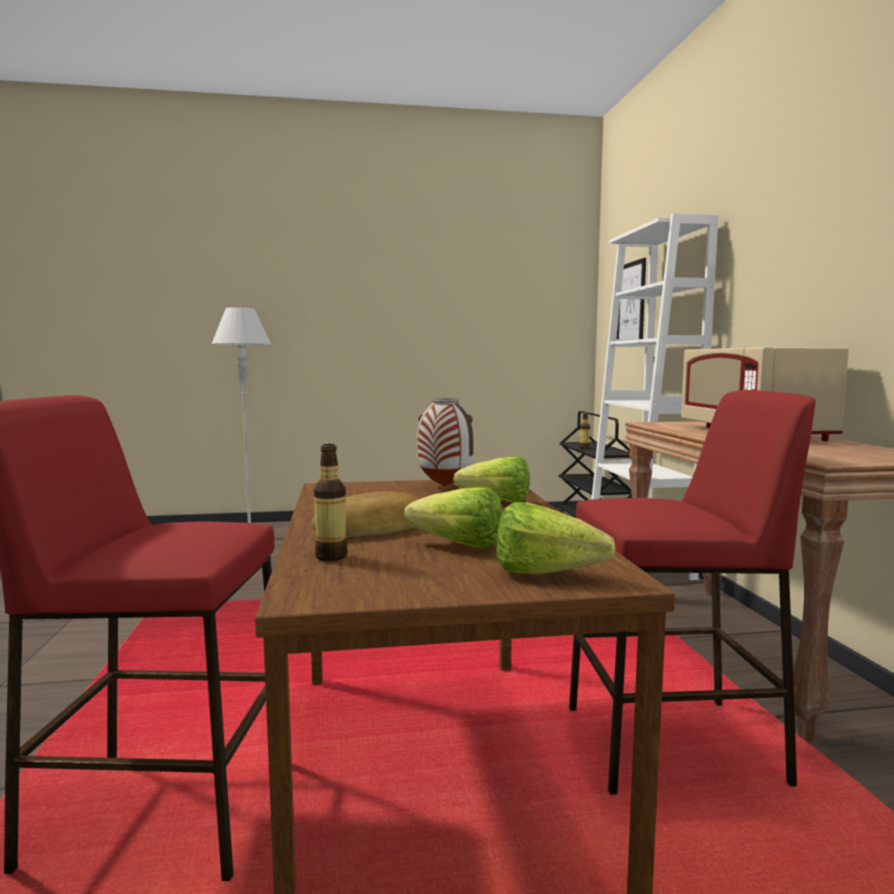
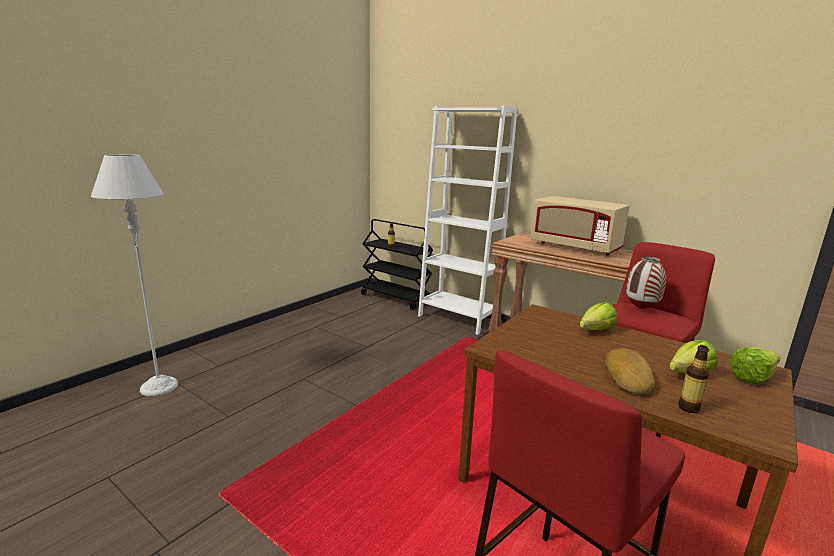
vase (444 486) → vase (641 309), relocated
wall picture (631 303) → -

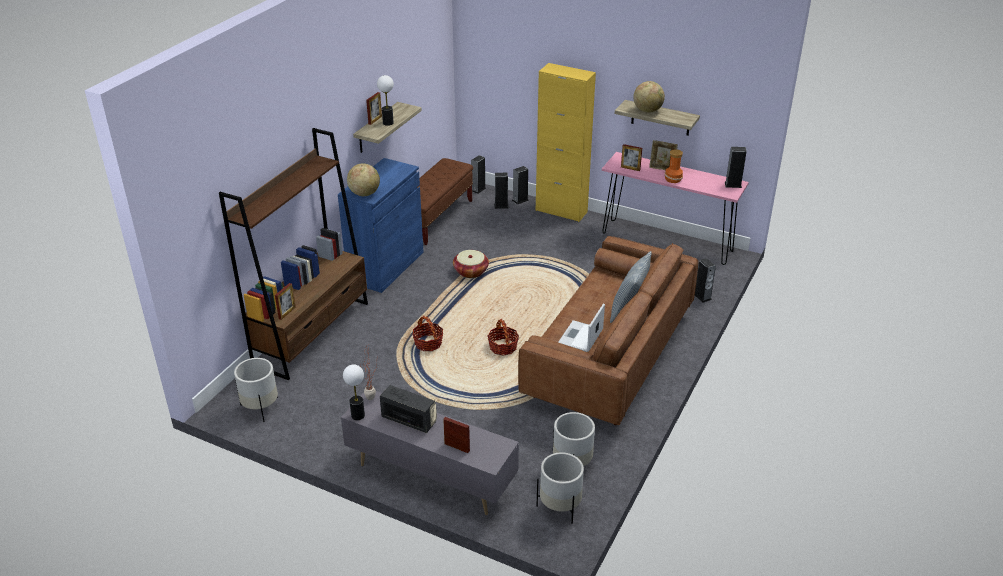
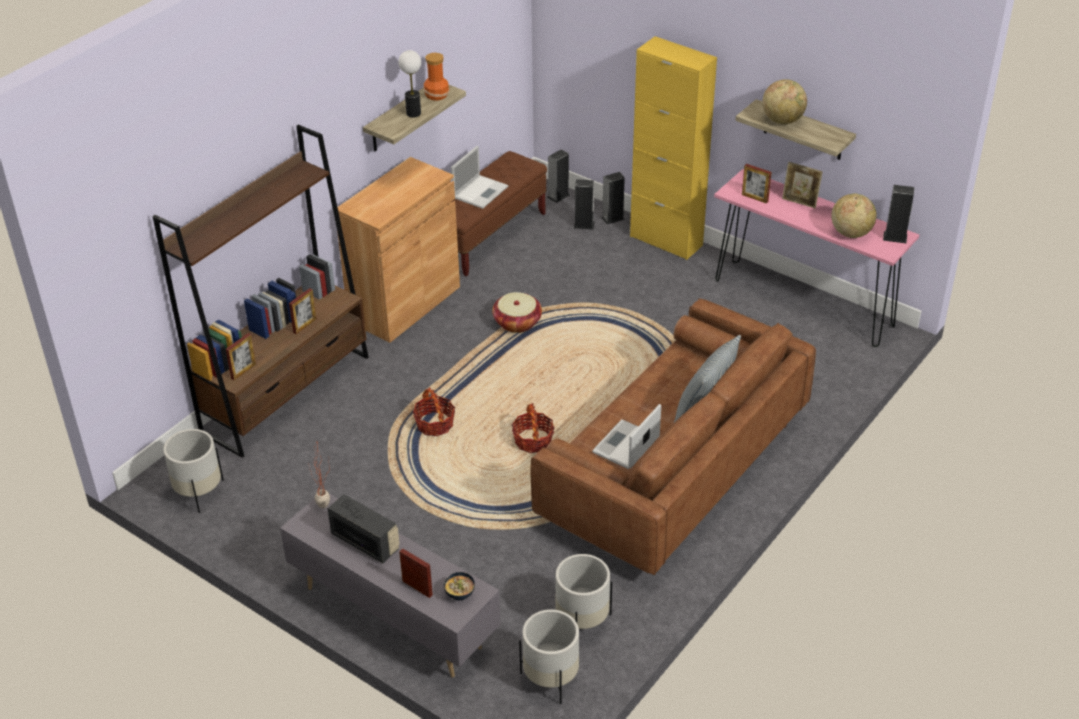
picture frame (375 120) → picture frame (305 325), relocated
blue storage cabinet (386 267) → brown storage cabinet (404 304)
vase (672 179) → vase (436 95), relocated
- → bowl (460 594)
- → notebook computer (480 191)
world globe (364 193) → world globe (851 233), relocated
table lamp (358 415) → -
speaker (702 296) → -

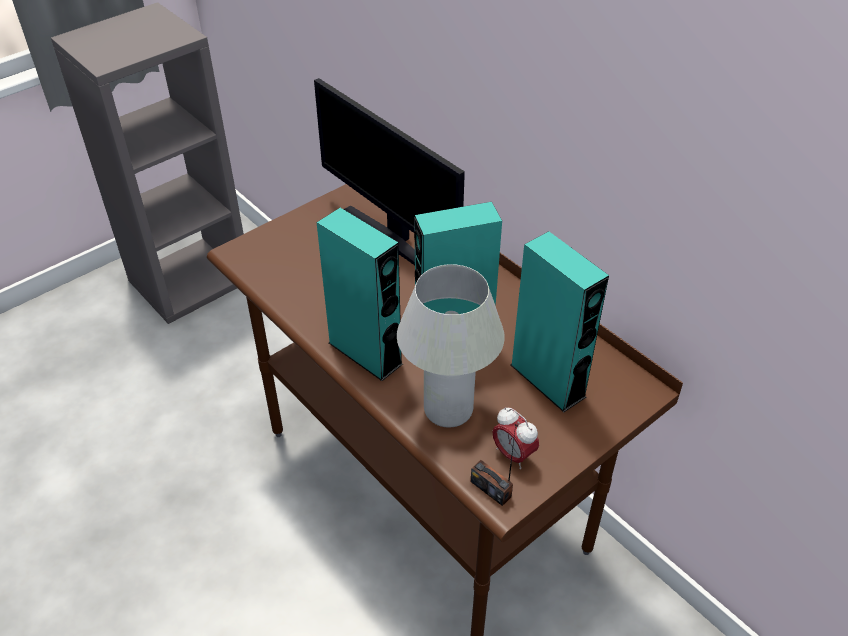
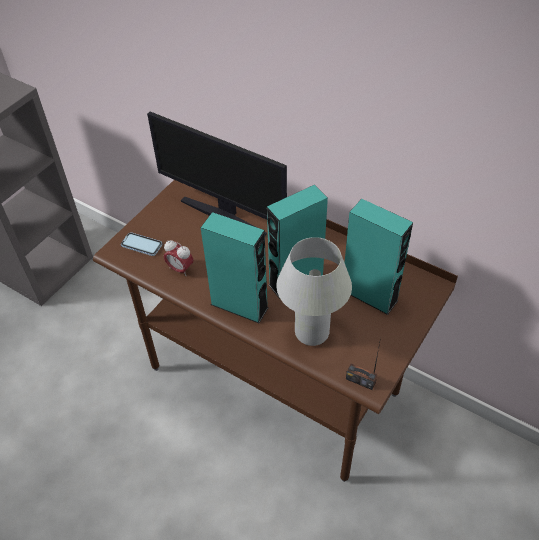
- → phone (141 245)
bedside clock (513 455) → bedside clock (180 269), relocated

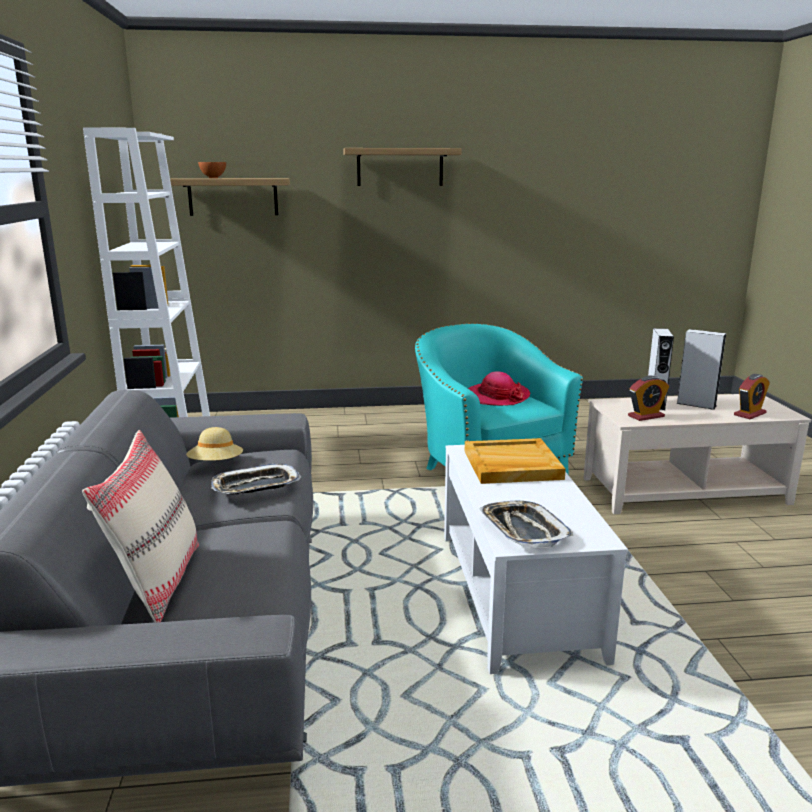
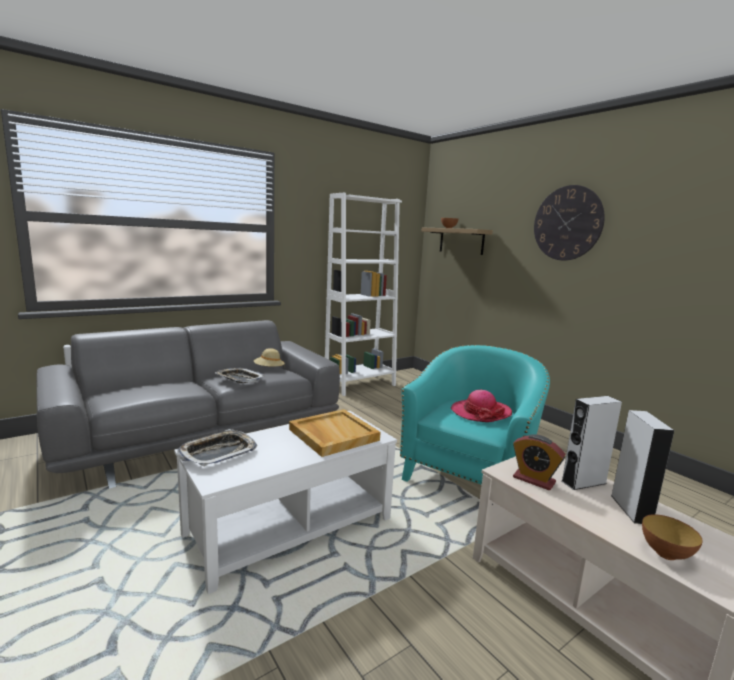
shelf (400 167) → hanging clock (567 223)
bedside clock (750 414) → bowl (665 554)
beige pillow (156 581) → -

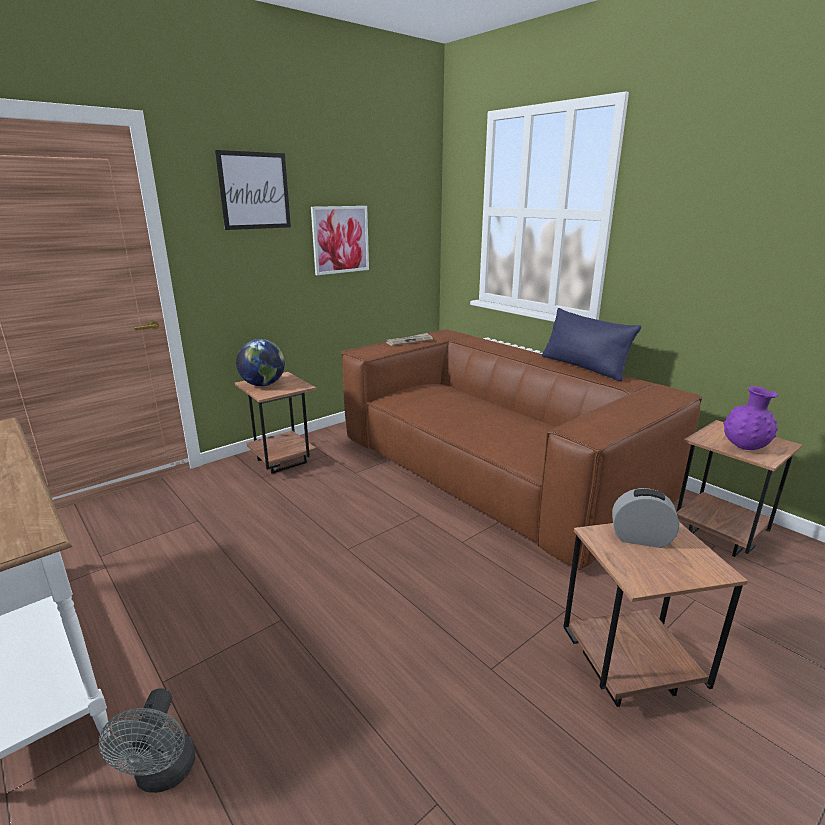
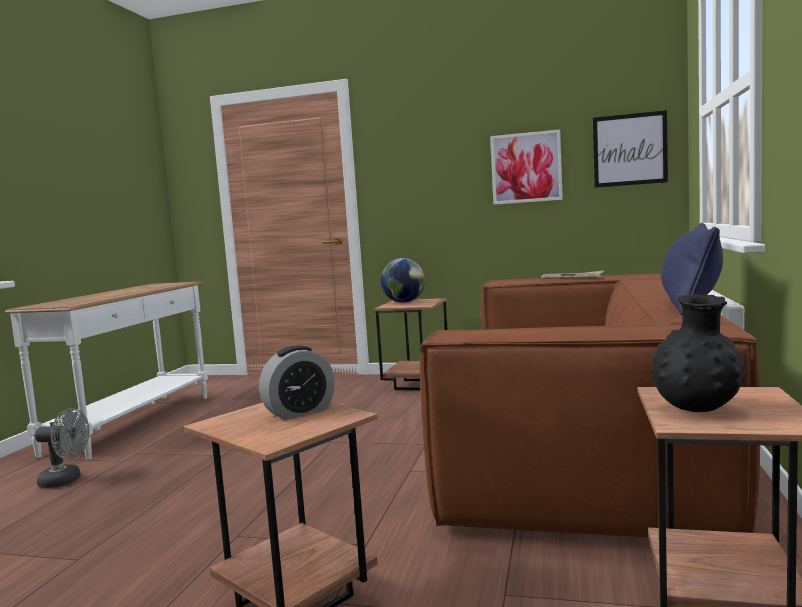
grey cooling fan (163 776) → grey cooling fan (66 481), 135 degrees counterclockwise
bedside clock (640 539) → bedside clock (299 412), 75 degrees clockwise
wall picture (254 191) → wall picture (629 149), relocated
purple-coloured vase (744 447) → blackish vase (696 410)

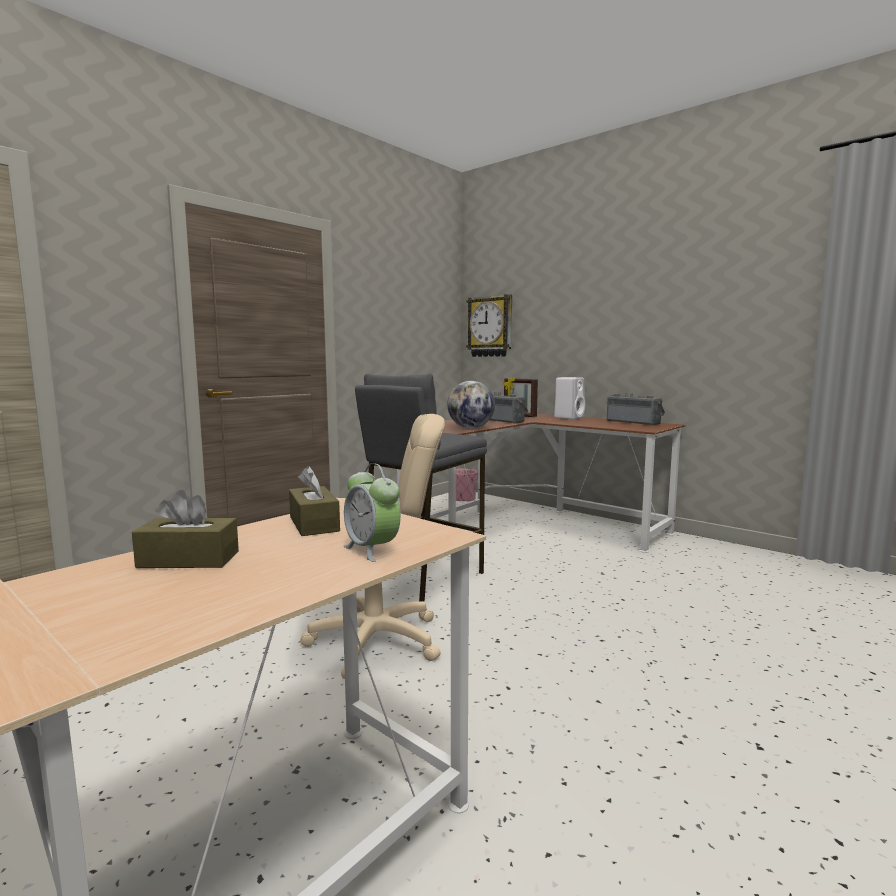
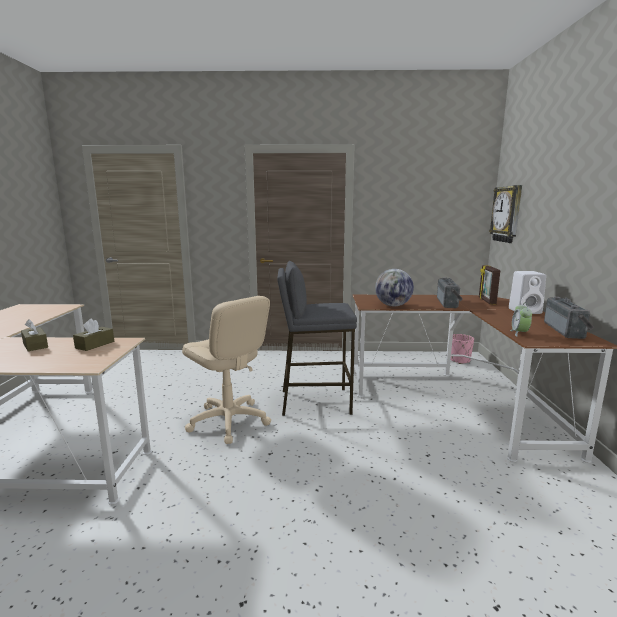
bedside clock (372 550) → bedside clock (519 333), relocated

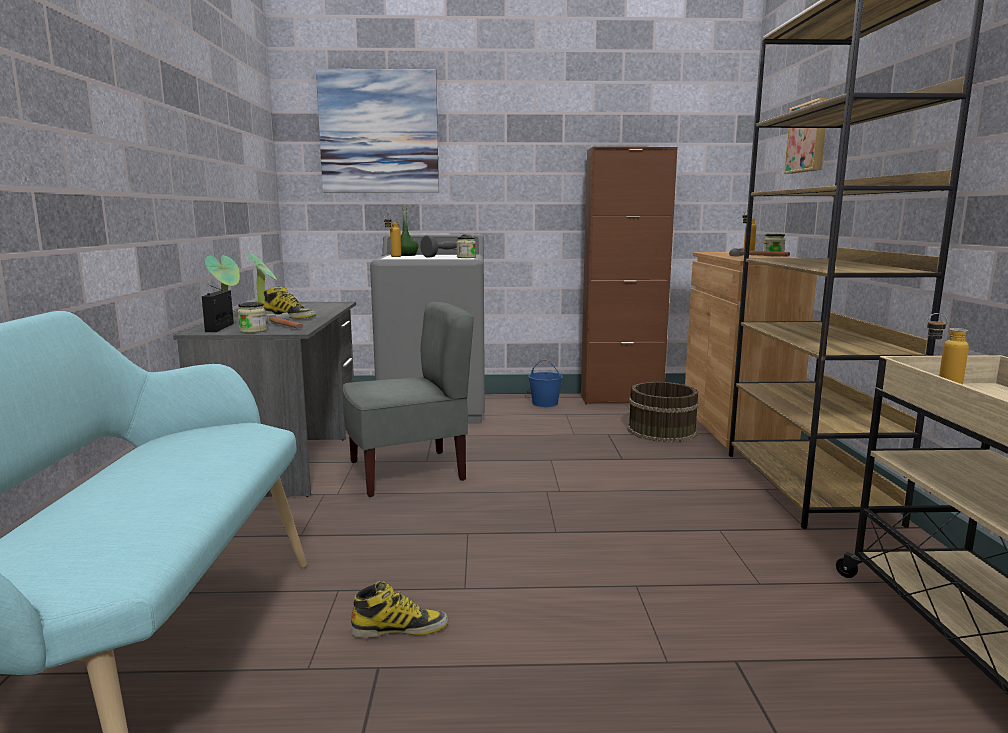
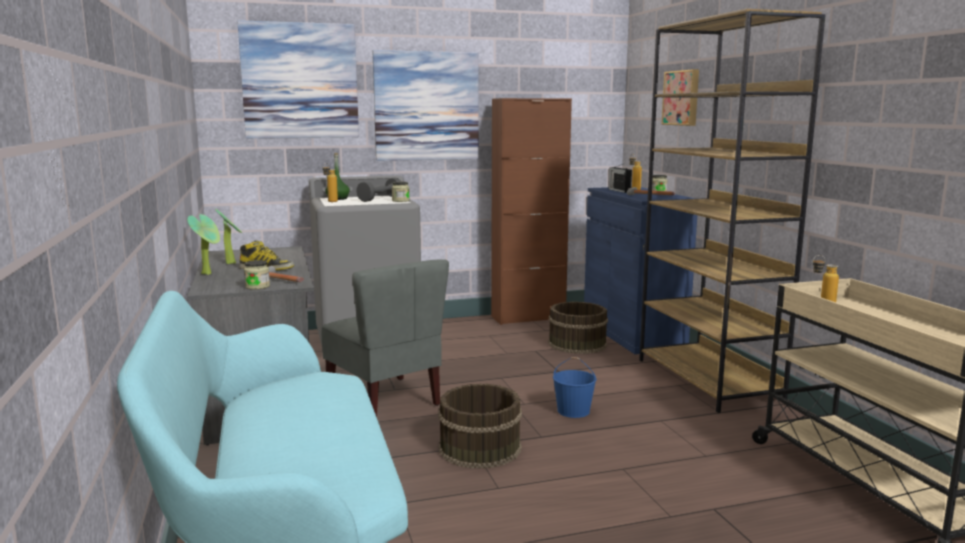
grey plain chair (407 472) → grey plain chair (385 401), 90 degrees clockwise
- → wall picture (426 106)
- → brown bucket (479 448)
blue bucket (545 403) → blue bucket (574 411), relocated
brown storage cabinet (736 425) → blue storage cabinet (632 333)
radio (220 327) → radio (619 190), relocated
tall boot (400 628) → -

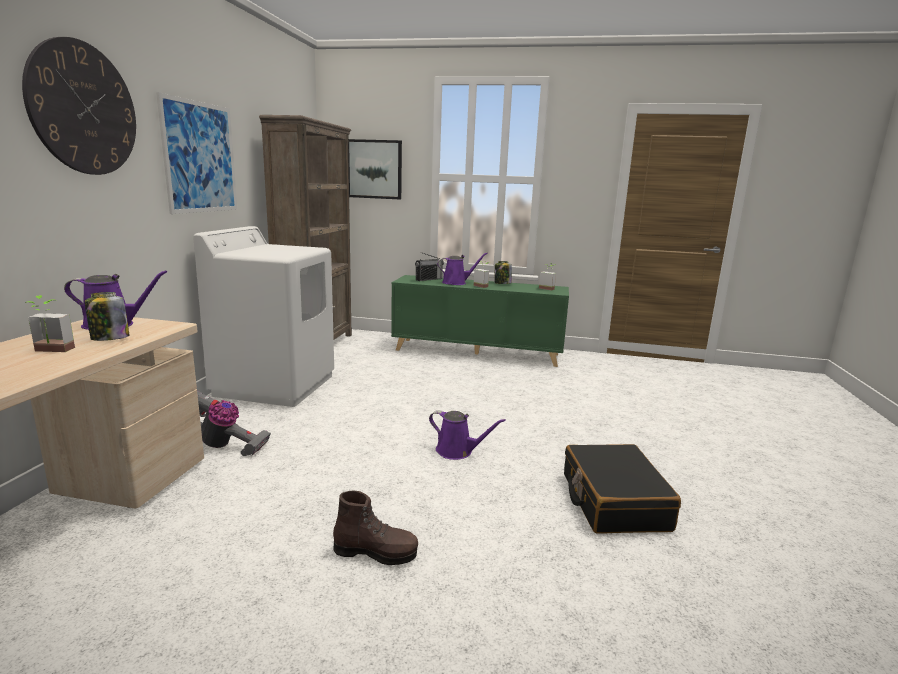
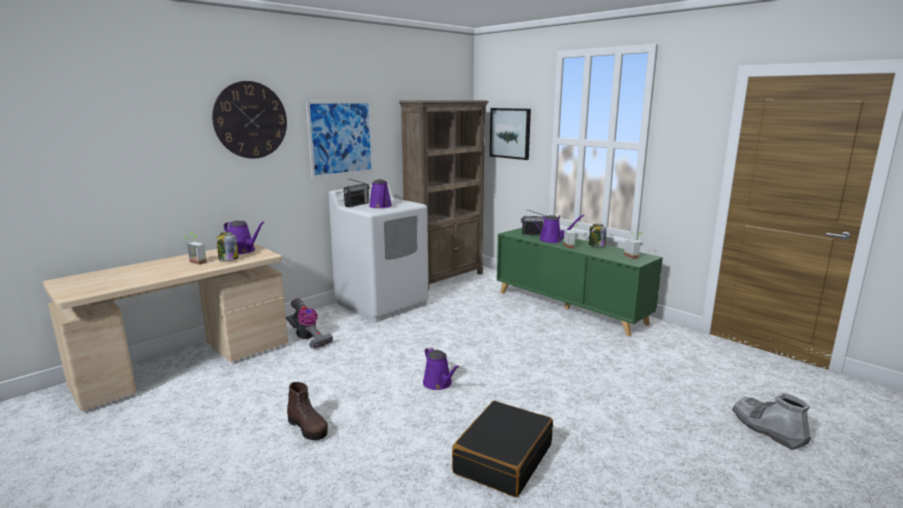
- → radio (357 204)
- → purple-coloured watering pot (381 206)
- → grey tall boot (768 429)

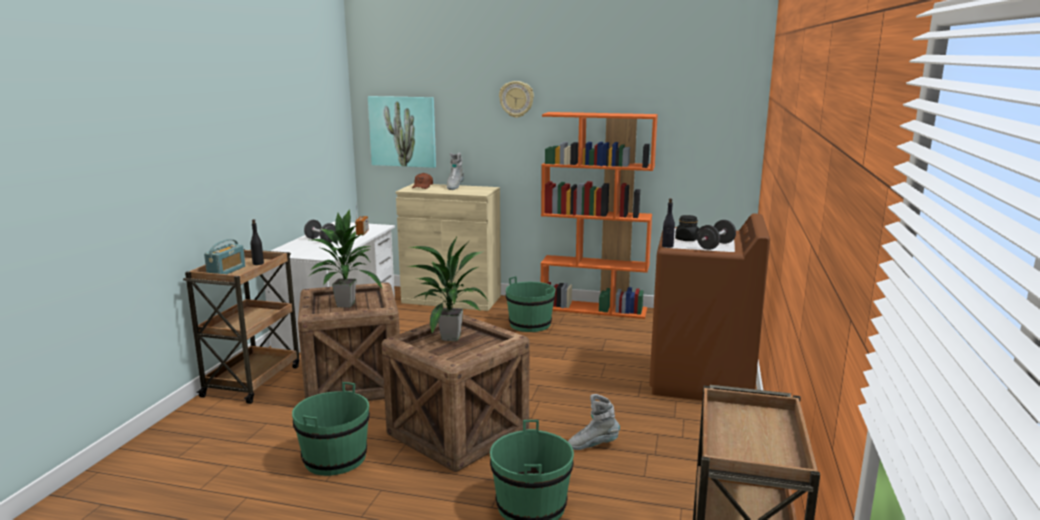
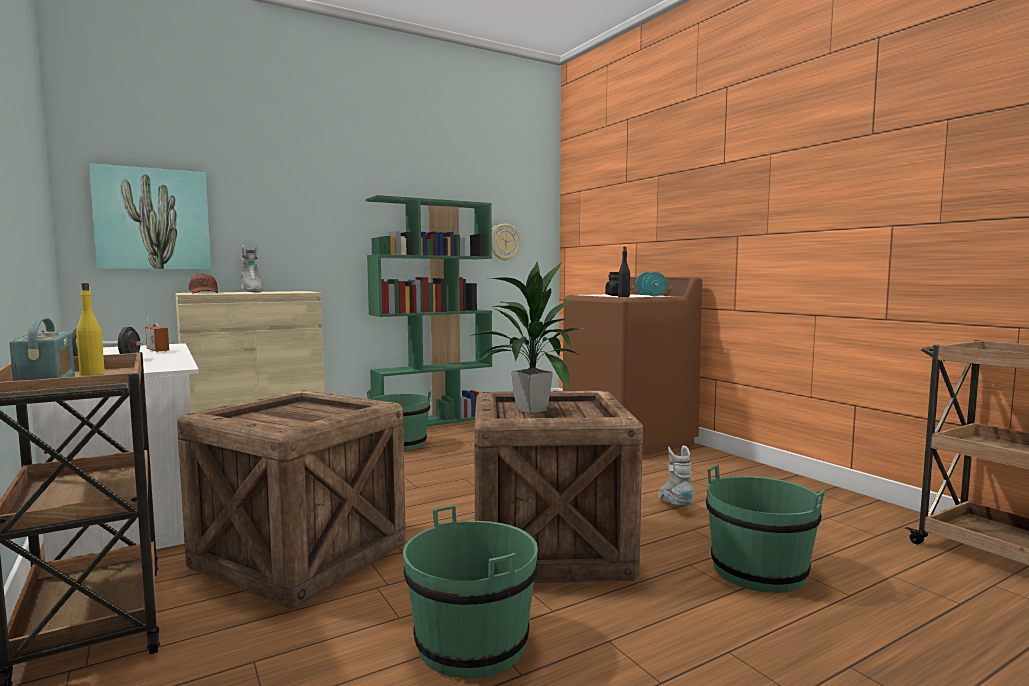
blackish bottle (258 263) → yellowish bottle (91 374)
orange bookshelf (594 309) → greenish bookshelf (433 421)
hanging clock (516 99) → hanging clock (504 242), relocated
blackish dumbbell (715 246) → turquoise dumbbell (650 295)
grey tall boot (592 445) → grey tall boot (675 506), 135 degrees clockwise
potted plant (345 305) → -

